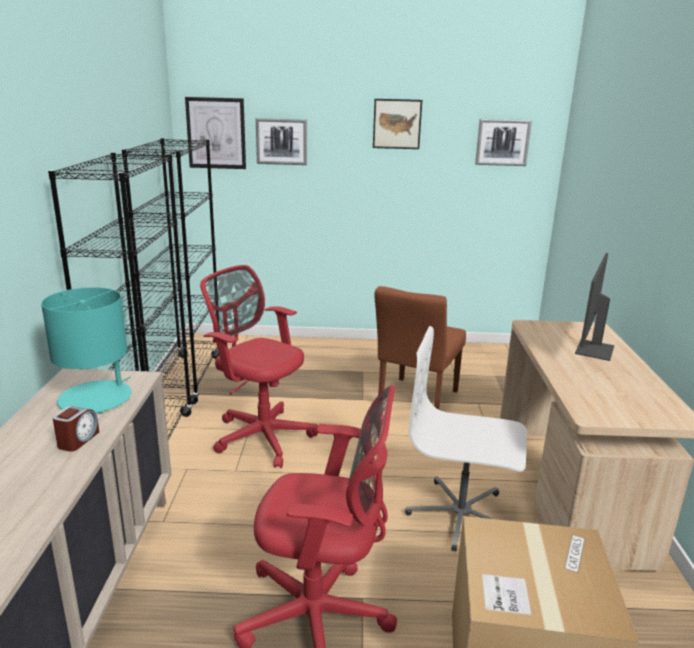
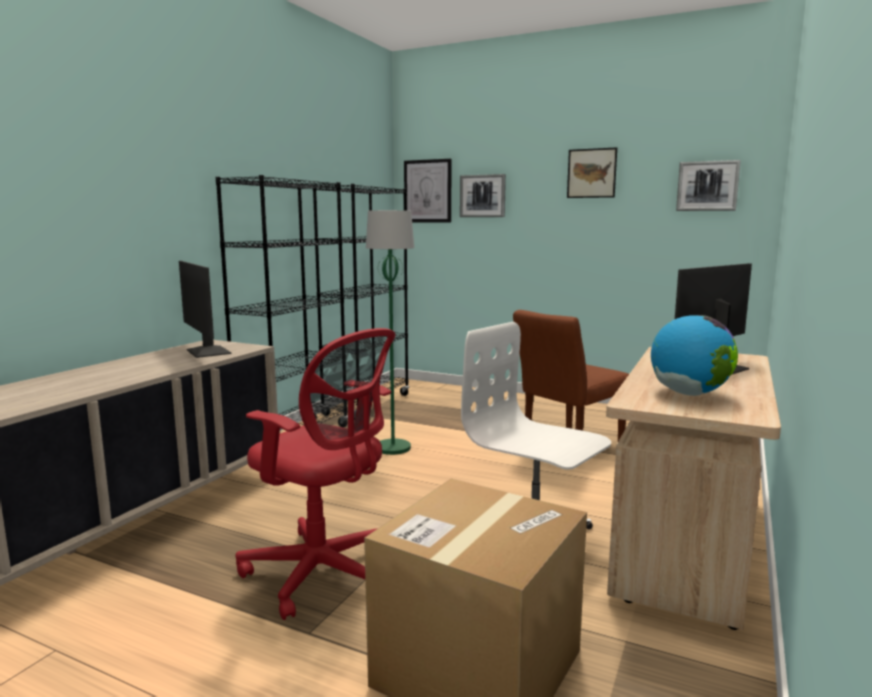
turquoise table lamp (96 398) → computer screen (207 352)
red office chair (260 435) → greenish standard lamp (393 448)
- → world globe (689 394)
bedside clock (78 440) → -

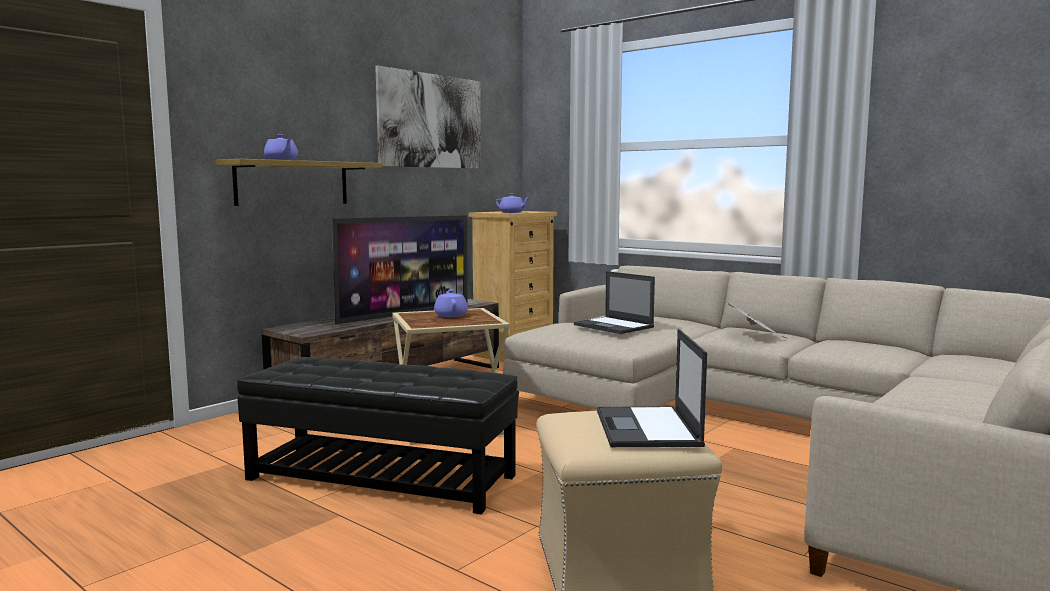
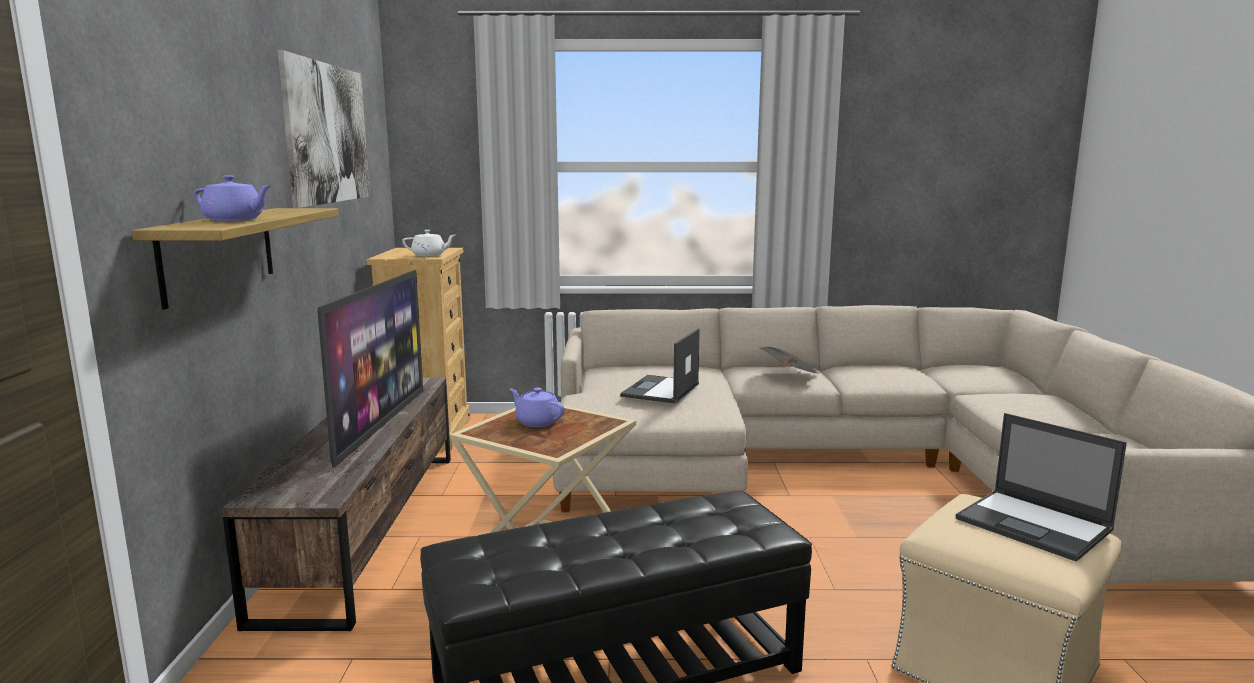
purple-coloured pot for tea (512 212) → whitish pot for tea (429 255)
notebook computer (614 326) → notebook computer (660 390), 105 degrees clockwise

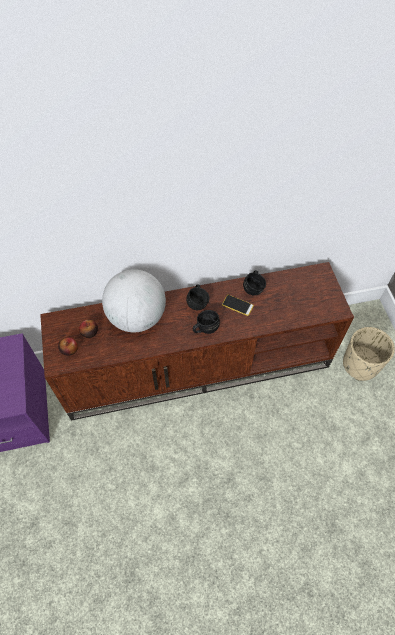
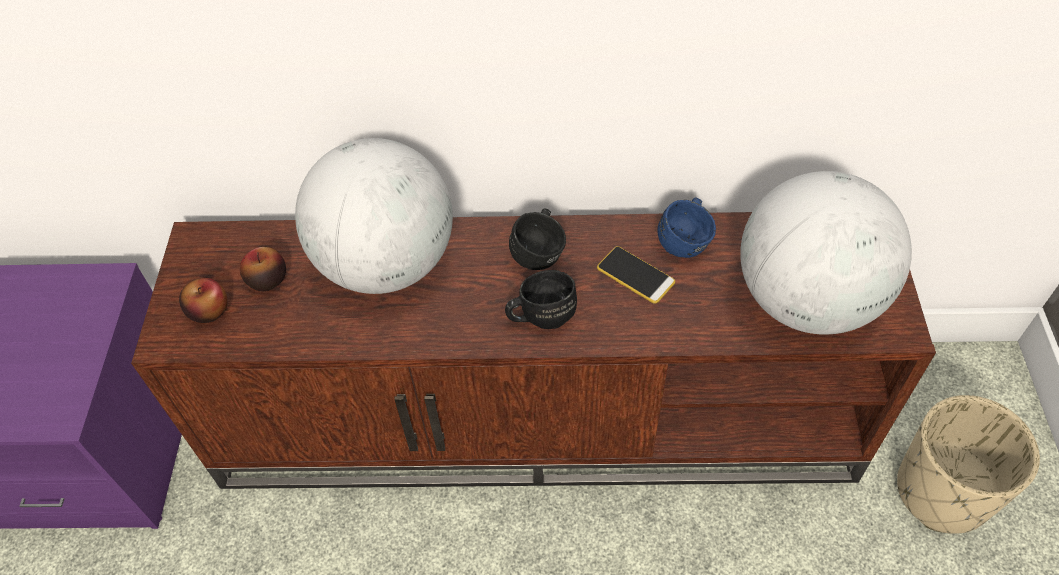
blackish tea mug (254 288) → blue tea mug (687 241)
- → world globe (806 300)

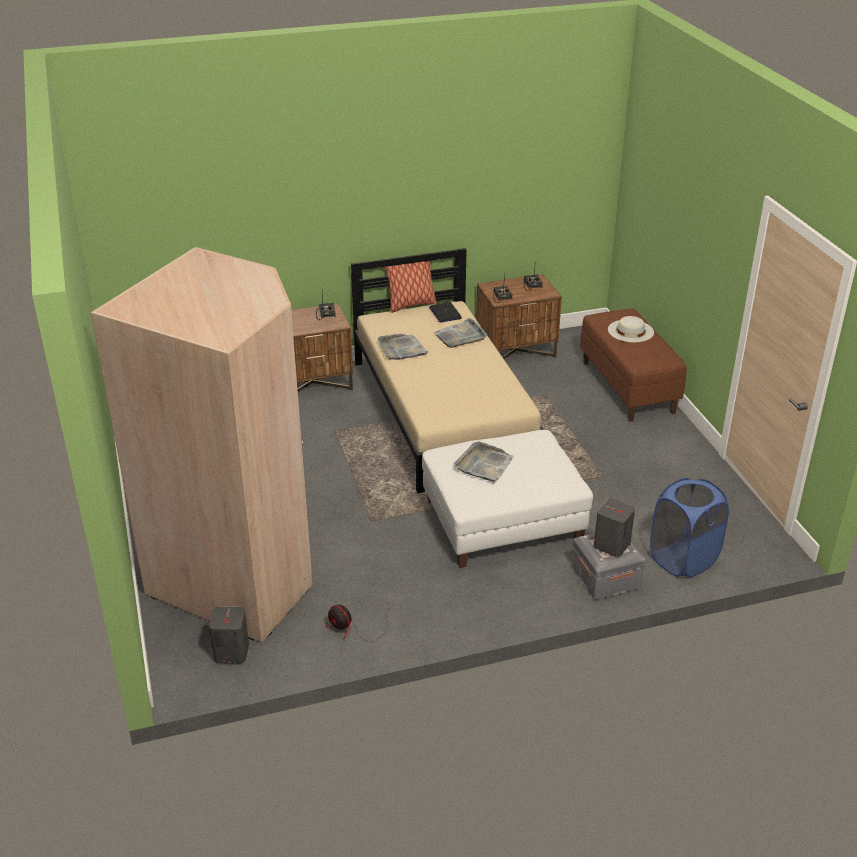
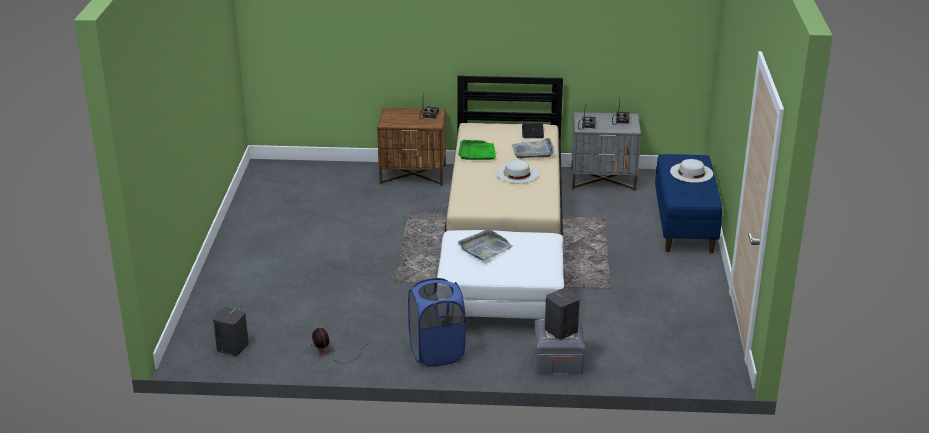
blue washing basket (683 559) → blue washing basket (437 353), relocated
grey carrying tray (402 349) → greenish carrying tray (477 152)
- → whitish wearable hat (517 173)
brown nightstand (516 351) → grey nightstand (603 180)
brown bench (628 387) → blue bench (685 225)
beige wardrobe (239 576) → -
pillow (410 305) → -

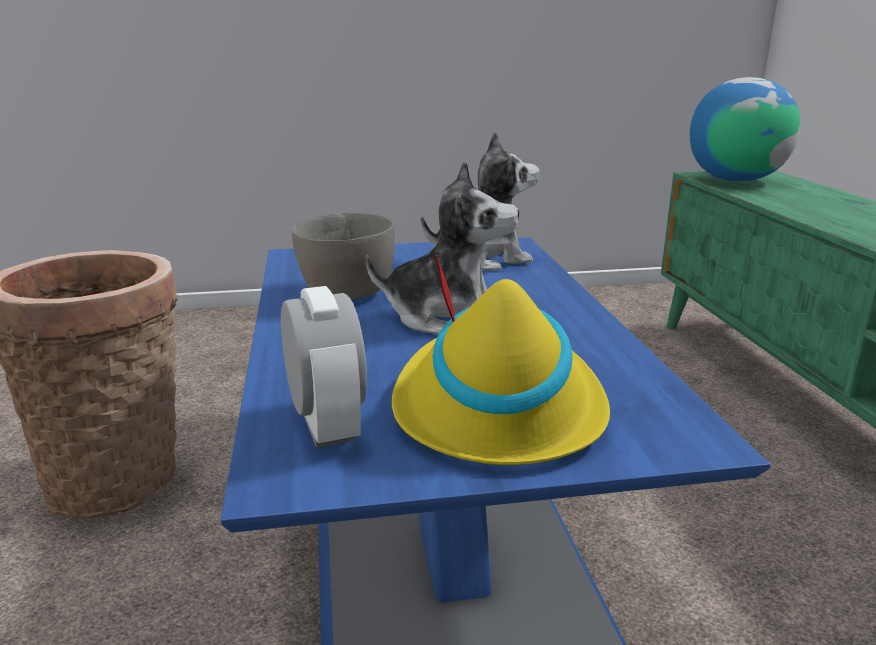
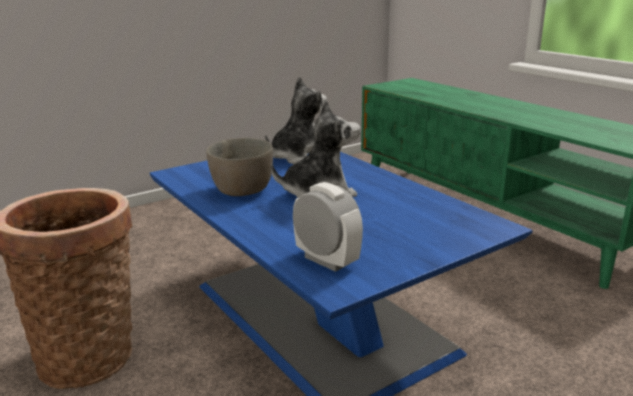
yellowish wearable hat (497 406) → -
world globe (735 180) → -

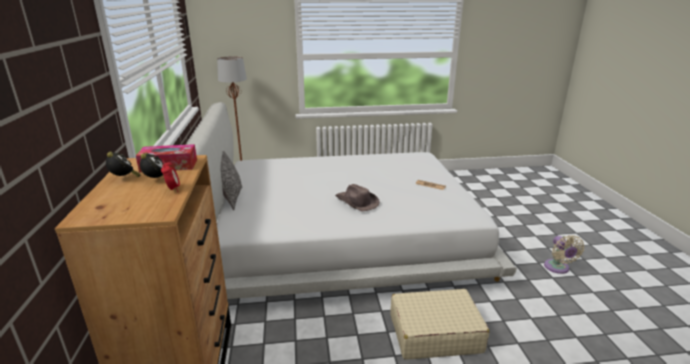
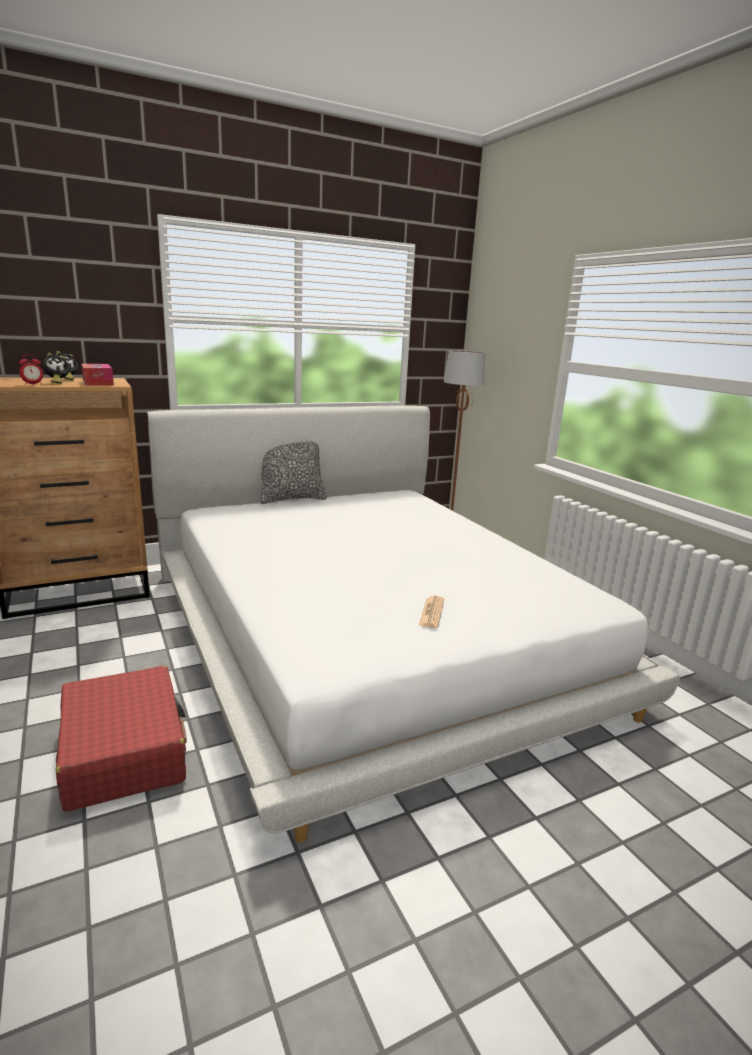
beige suitcase (434 333) → red suitcase (124 750)
brown wearable hat (356 202) → -
beige cooling fan (557 268) → -

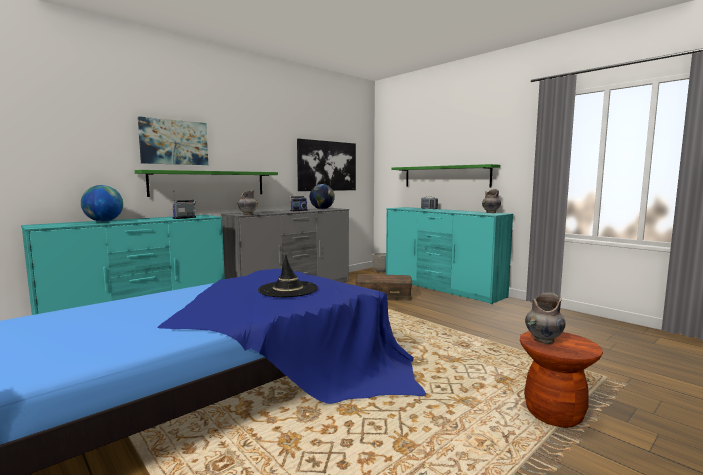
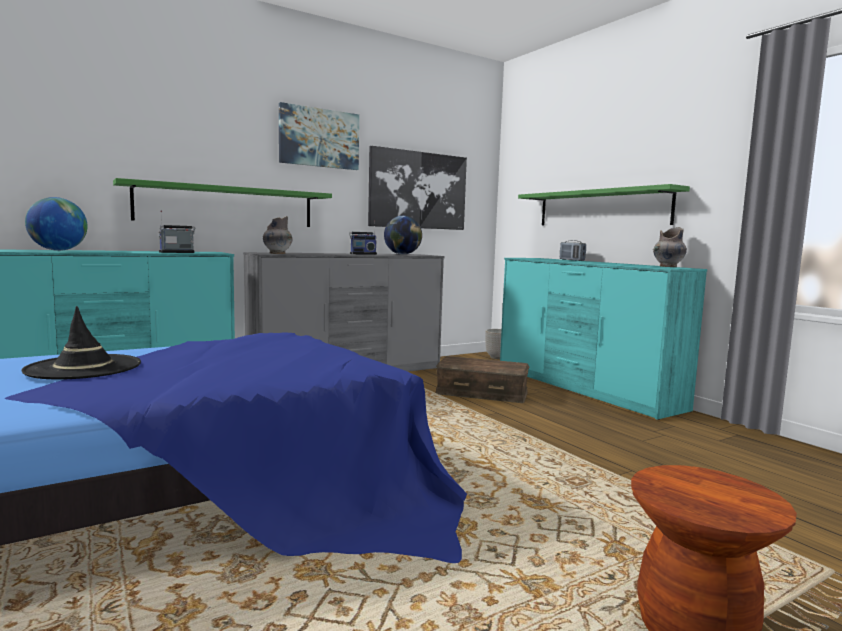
blackish wearable hat (288 289) → blackish wearable hat (84 367), relocated
wall picture (174 142) → wall picture (319 138), relocated
grey vase (543 340) → -

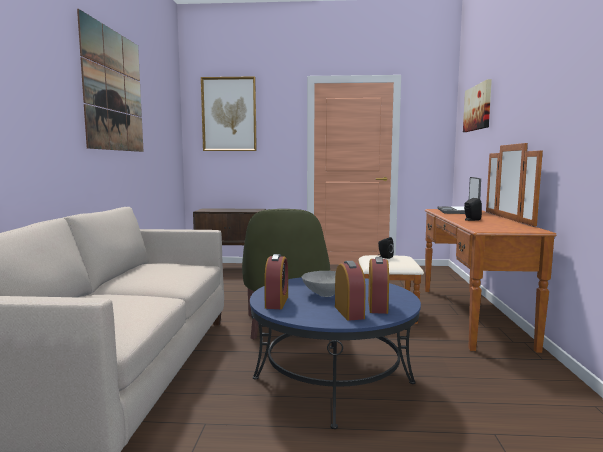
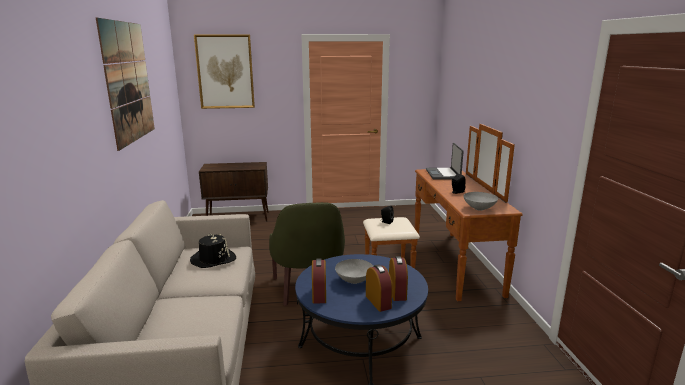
- → blackish wearable hat (213 259)
- → grey bowl (478 208)
wall picture (478 107) → -

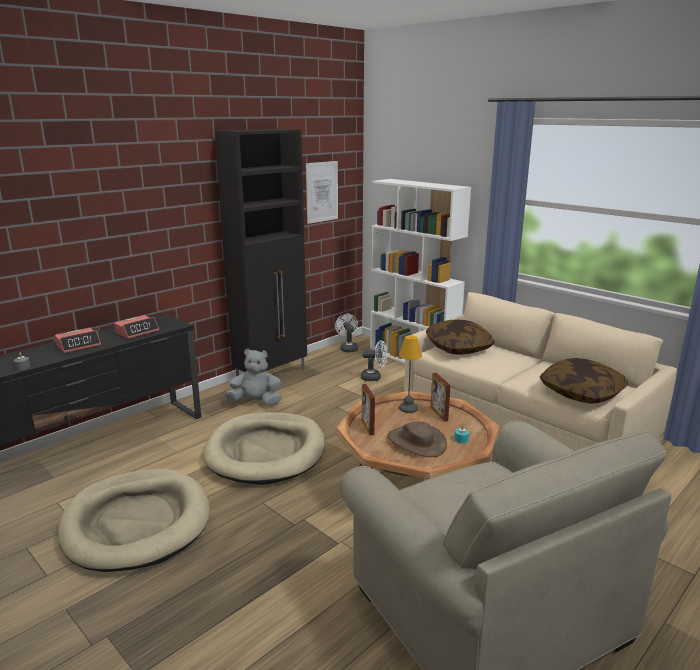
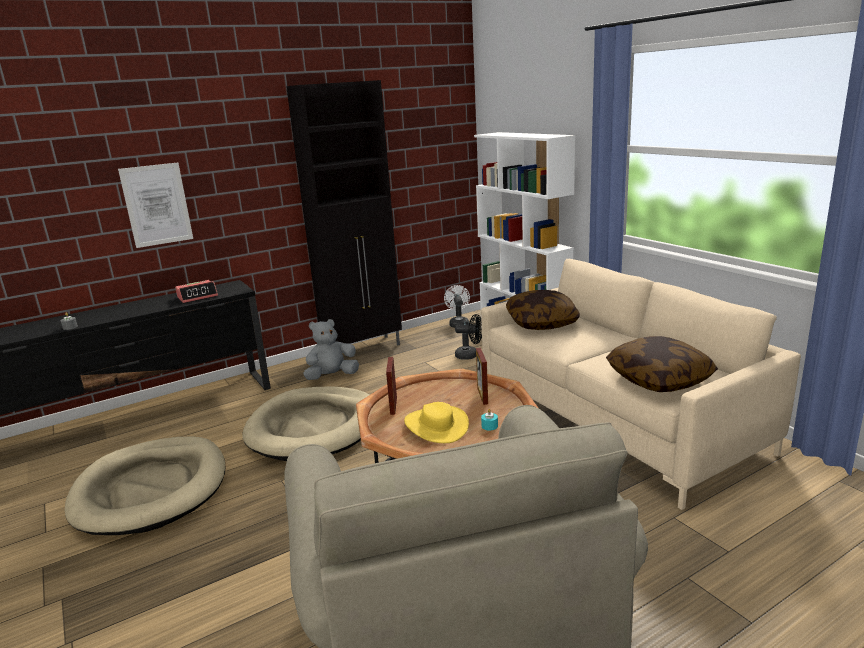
wall picture (322 192) → wall picture (157 205), relocated
grey plush toy (256 402) → grey plush toy (332 376), 45 degrees counterclockwise
brown wearable hat (416 442) → yellowish wearable hat (436 425)
whitish cooling fan (374 377) → blackish cooling fan (470 355)
bedside clock (79 345) → -
table lamp (407 408) → -

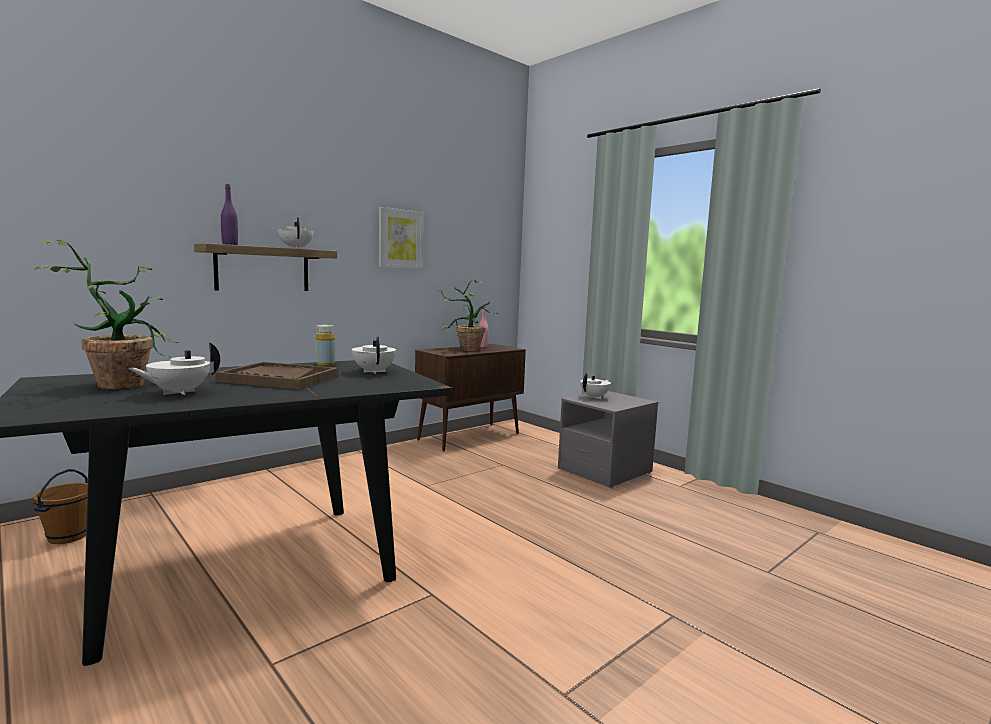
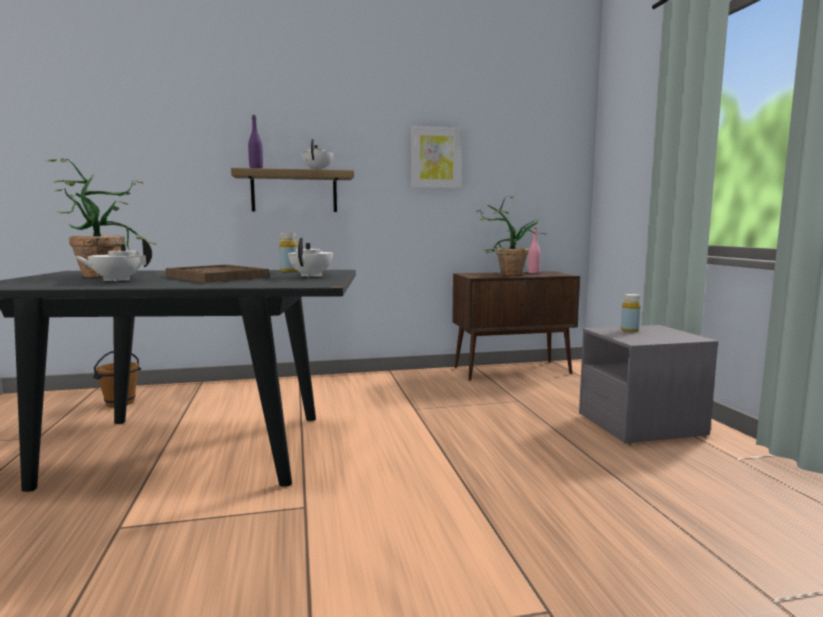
whitish pot for tea (595 397) → yellowish bottle (629 330)

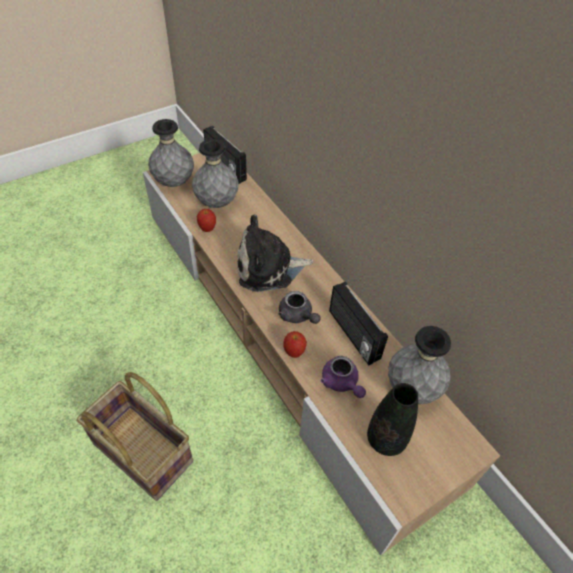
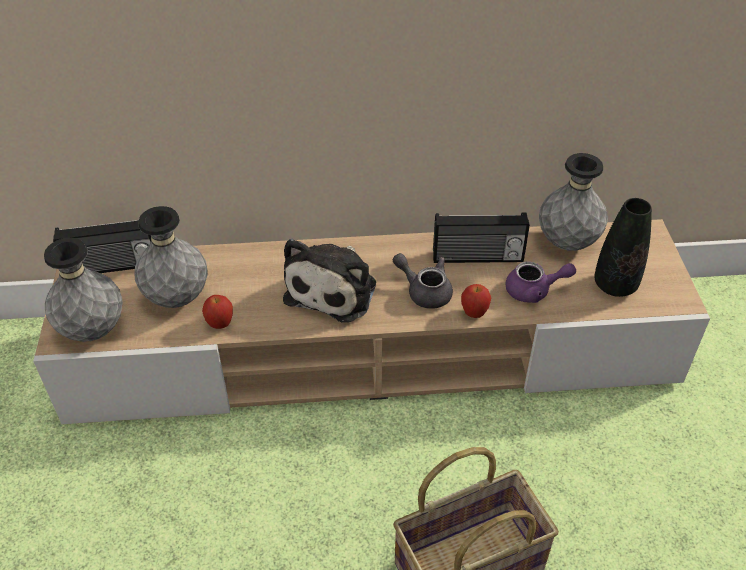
grey pot for tea (297 316) → grey pot for tea (424 291), 135 degrees counterclockwise

